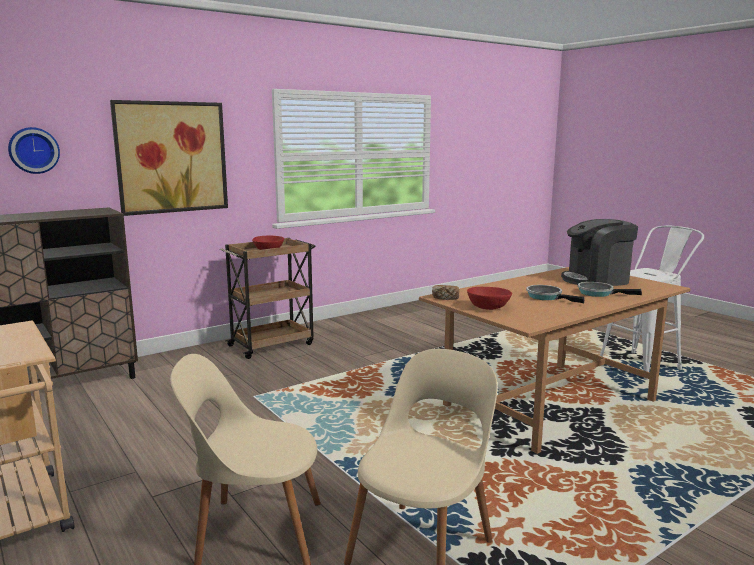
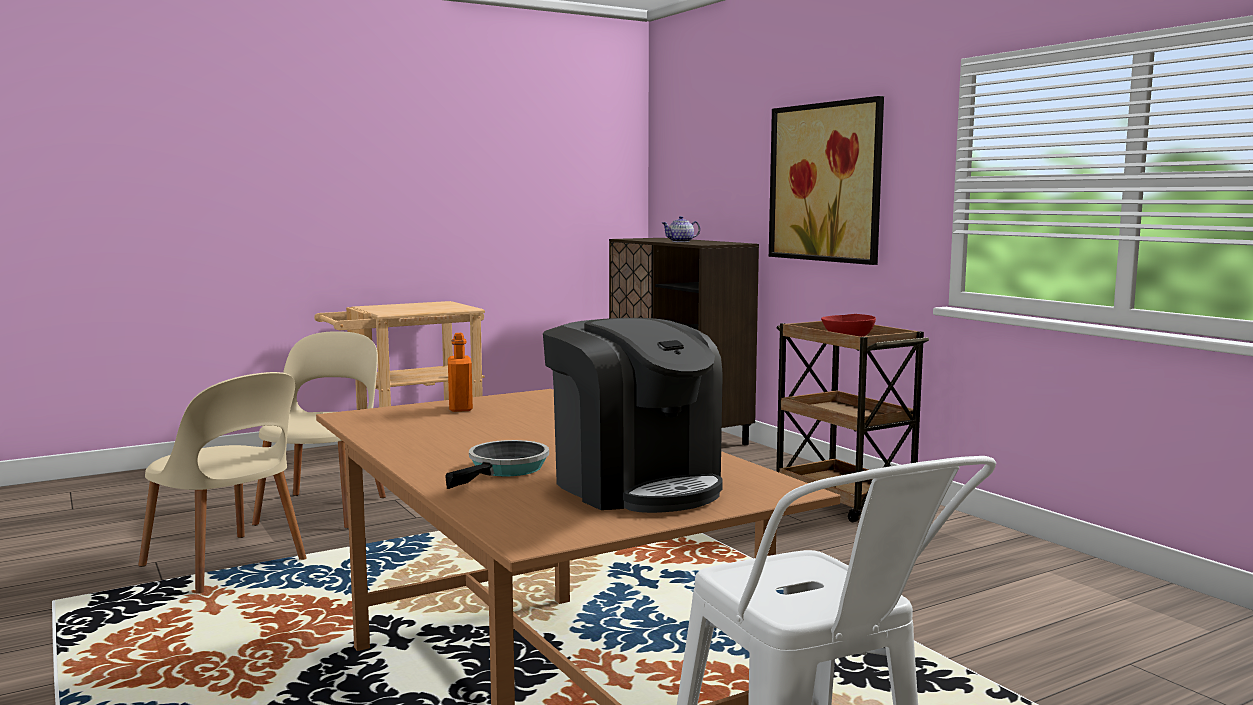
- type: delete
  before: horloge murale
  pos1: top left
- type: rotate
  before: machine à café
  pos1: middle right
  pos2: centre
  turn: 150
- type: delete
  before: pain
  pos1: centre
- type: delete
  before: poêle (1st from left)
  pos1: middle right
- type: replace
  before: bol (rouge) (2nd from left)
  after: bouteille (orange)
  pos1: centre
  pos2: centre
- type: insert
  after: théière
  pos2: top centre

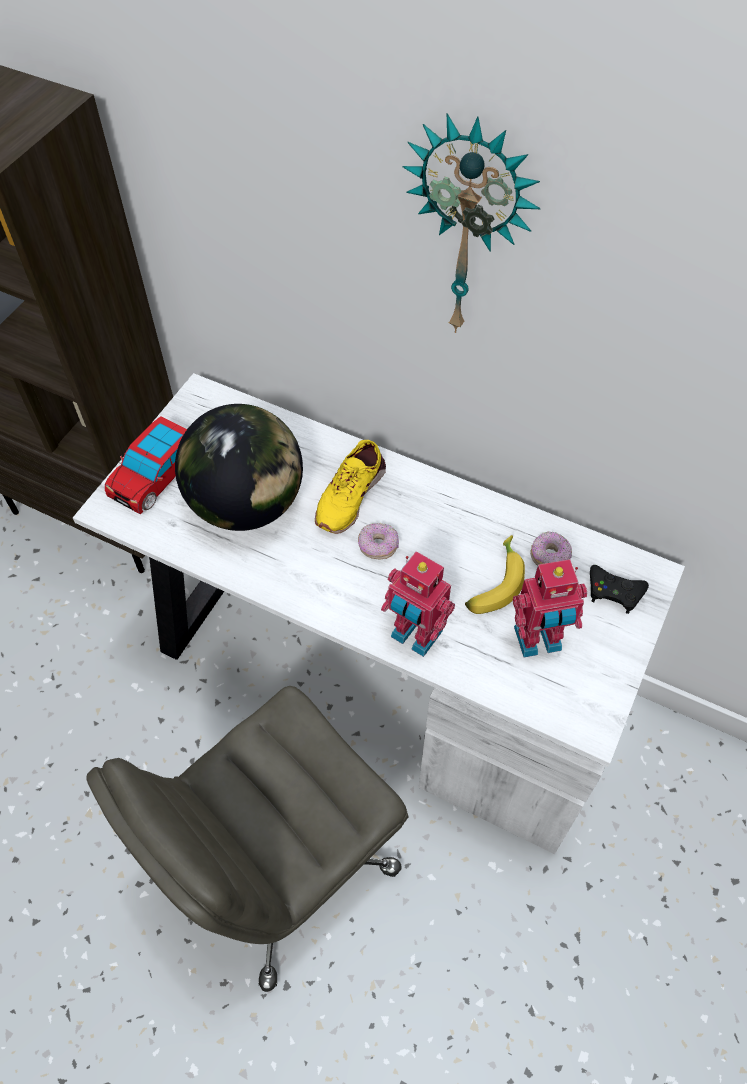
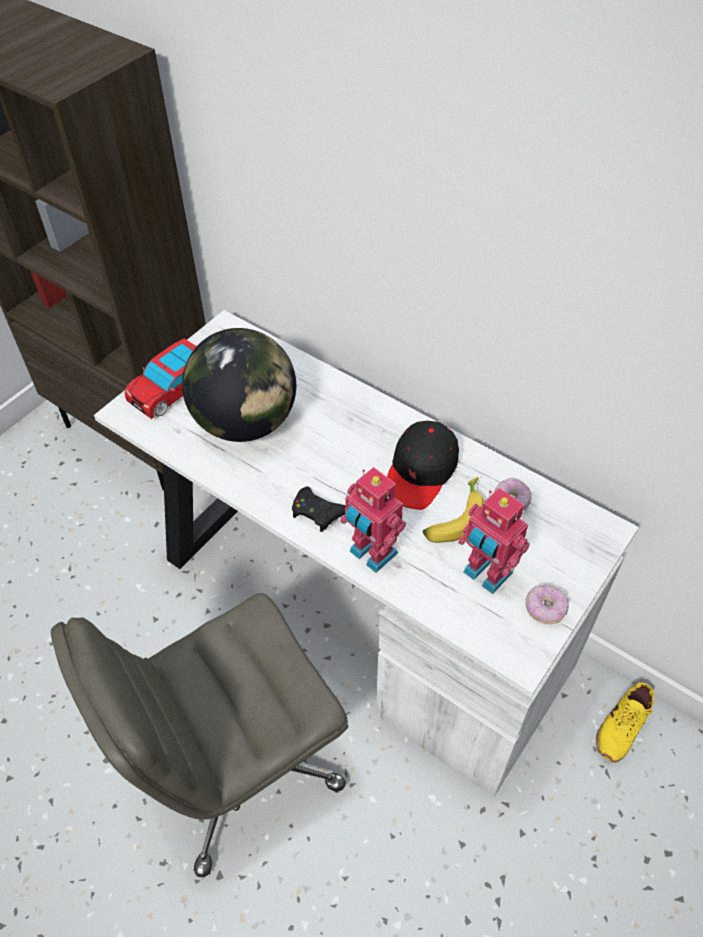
- type: delete
  before: horloge murale
  pos1: top centre
- type: move
  before: chaussure (jaune)
  pos1: centre
  pos2: bottom right
- type: move
  before: beignet (1st from left in the first image)
  after: beignet (2nd from left)
  pos1: centre
  pos2: middle right
- type: rotate
  before: robot jouet (2nd from left)
  pos1: middle right
  pos2: middle right
  turn: 45
- type: move
  before: manette (noir)
  pos1: middle right
  pos2: centre
- type: insert
  after: casquette (noir)
  pos2: centre

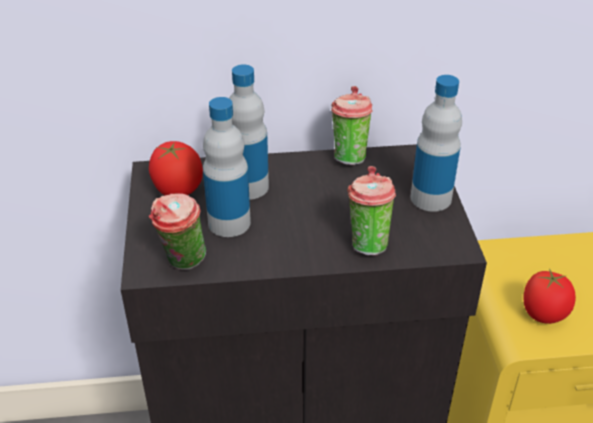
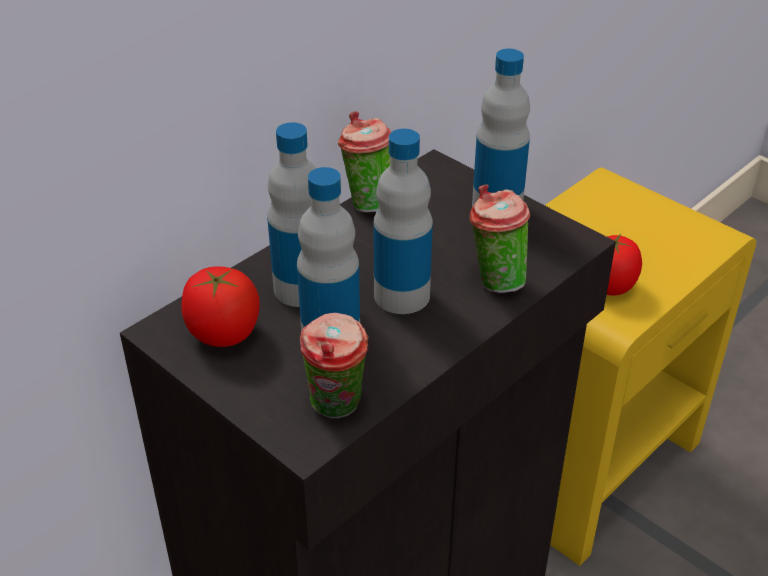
- type: insert
  after: bouteille (3rd from left)
  pos2: centre

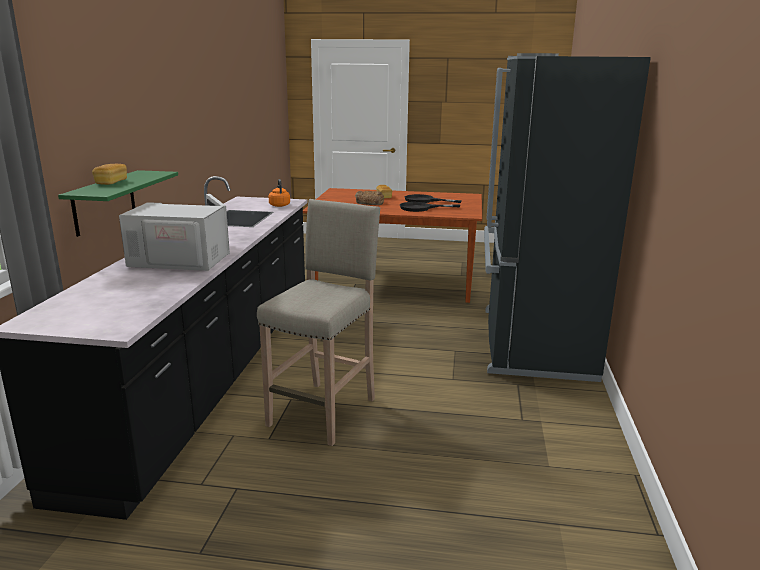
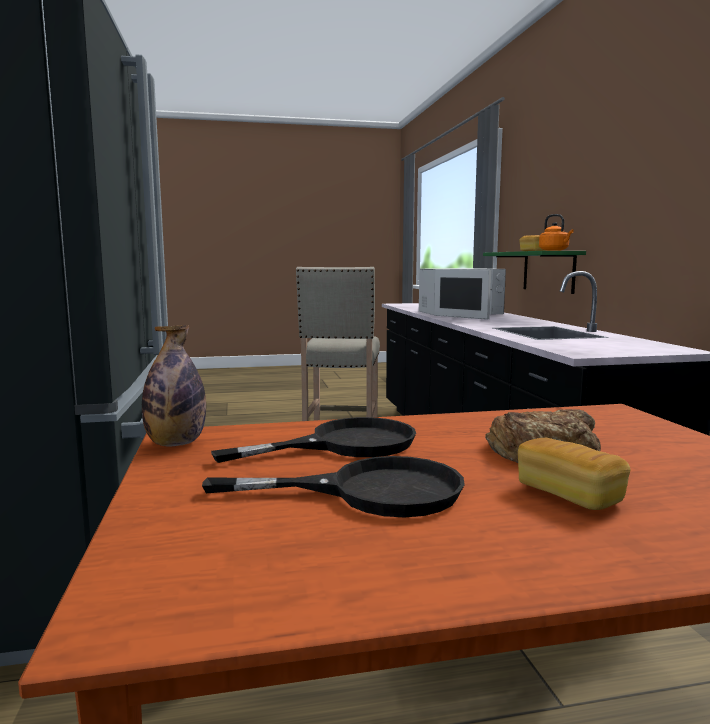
- type: move
  before: bouilloire (orange)
  pos1: centre
  pos2: top right
- type: insert
  after: bouteille
  pos2: middle left

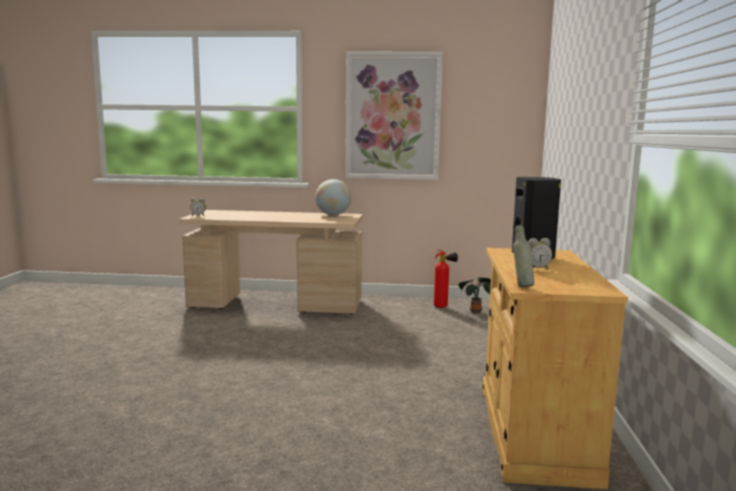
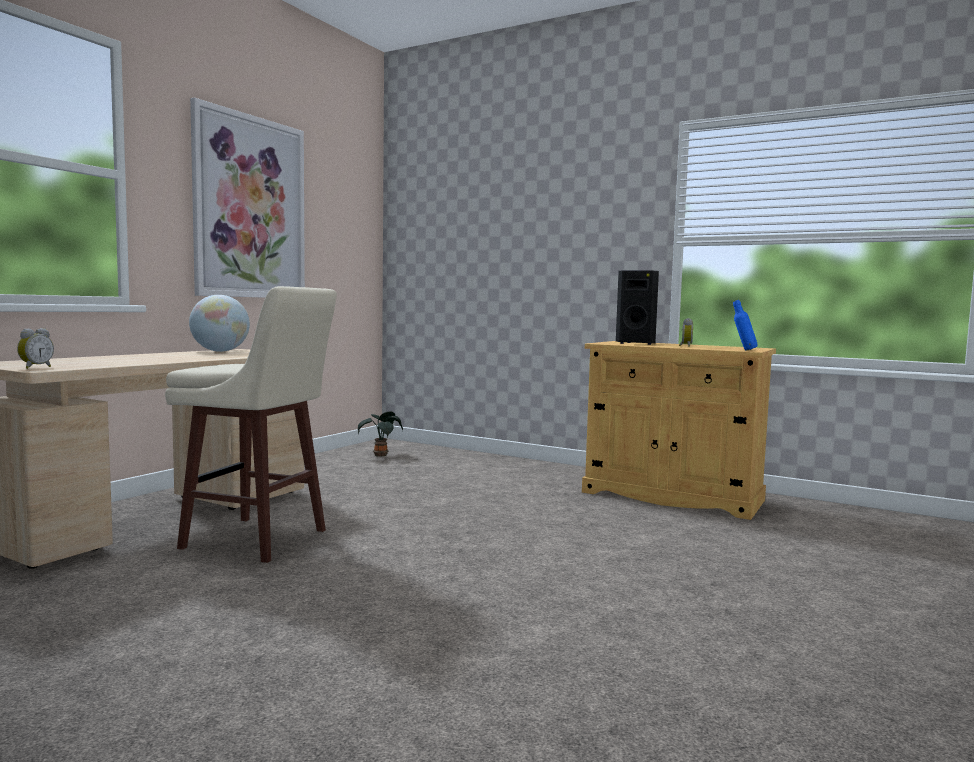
- type: recolor
  before: bouteille (gris)
  after: bouteille (bleu)
  pos1: middle right
  pos2: middle right
- type: delete
  before: extincteur
  pos1: centre
- type: insert
  after: tabouret (beige)
  pos2: middle left

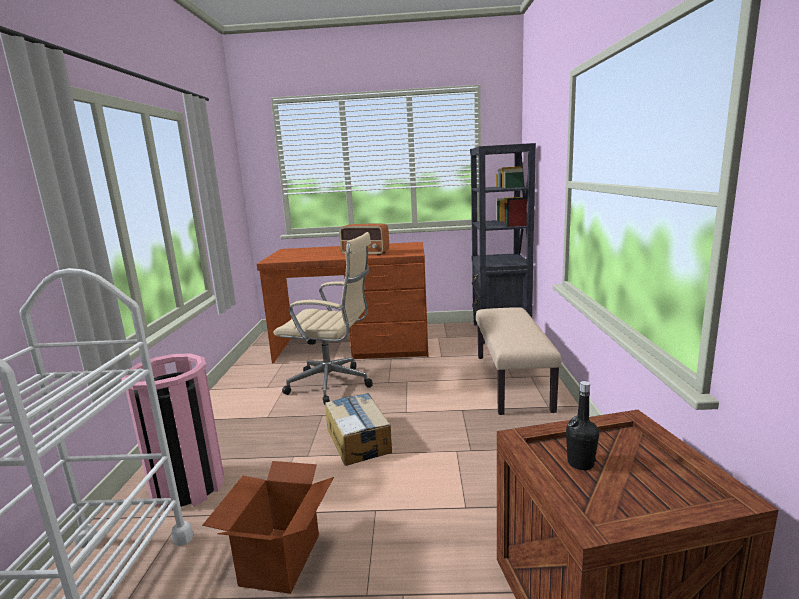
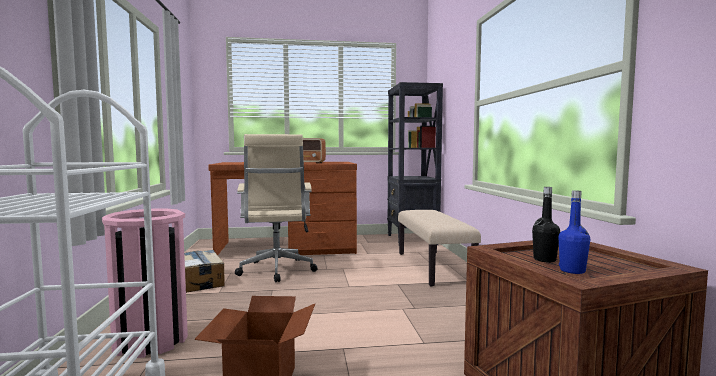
- type: rotate
  before: chaise de bureau (beige)
  pos1: centre
  pos2: centre
  turn: 75
- type: move
  before: carton (2nd from left in the first image)
  after: carton (1st from left)
  pos1: bottom centre
  pos2: bottom left
- type: insert
  after: bouteille (bleu)
  pos2: middle right

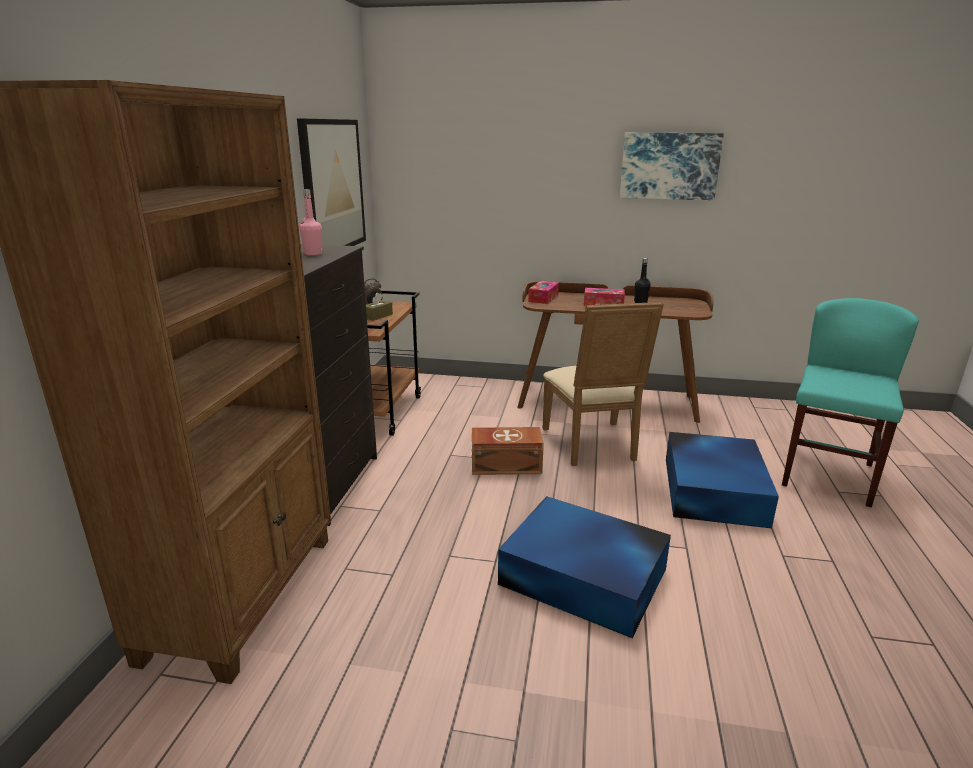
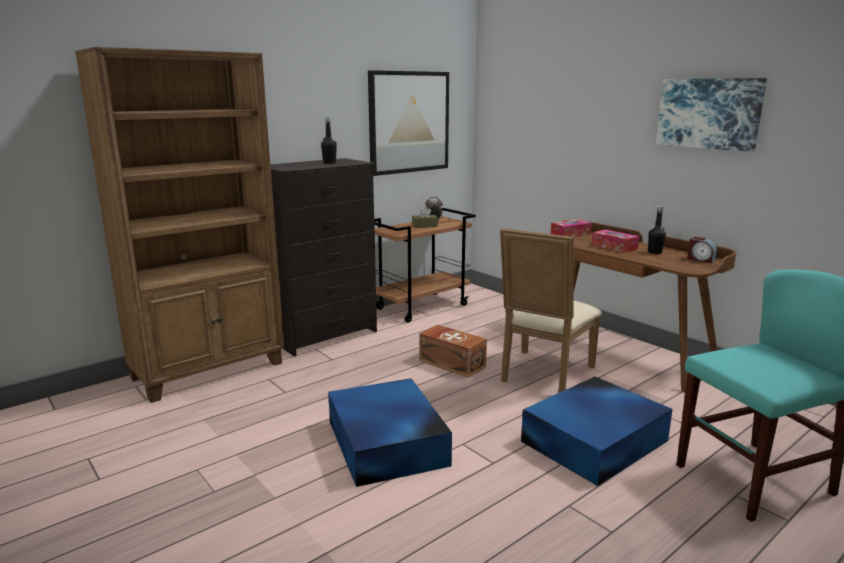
- type: recolor
  before: bouteille (rose)
  after: bouteille (noir) (1st from left)
  pos1: top left
  pos2: top centre
- type: insert
  after: réveil (2nd from left)
  pos2: middle right

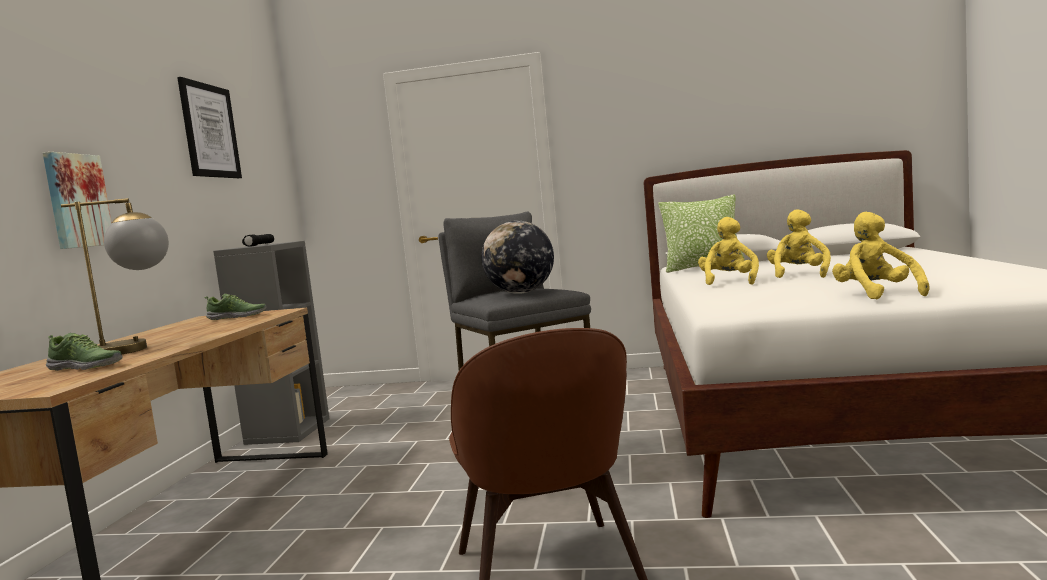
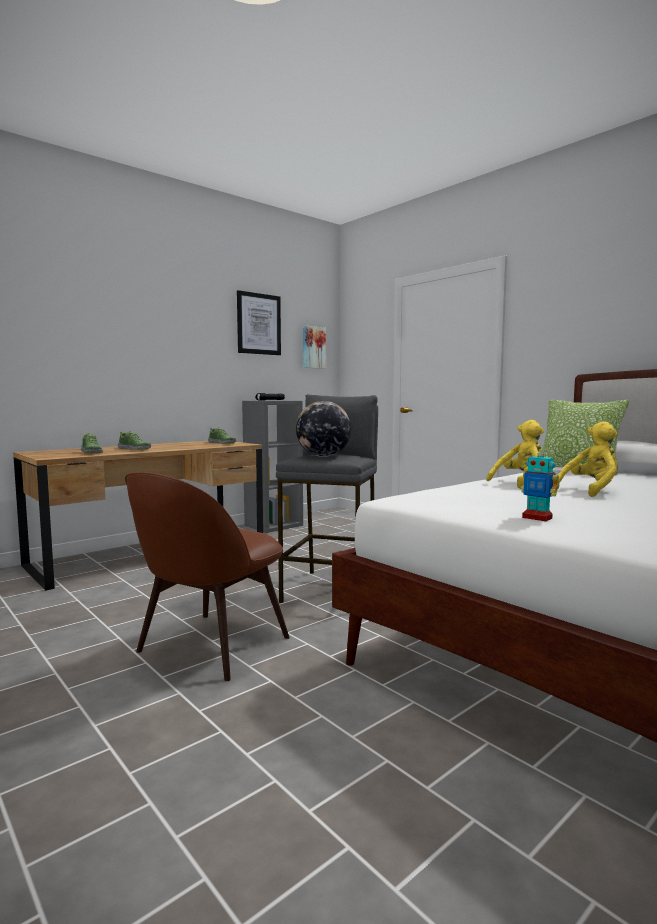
- type: move
  before: tableau (1st from left in the first image)
  after: tableau (2nd from left)
  pos1: middle left
  pos2: centre
- type: replace
  before: lampe de table
  after: chaussure (2nd from left)
  pos1: middle left
  pos2: middle left
- type: replace
  before: peluche (jaune) (3rd from left)
  after: robot jouet
  pos1: middle right
  pos2: middle right

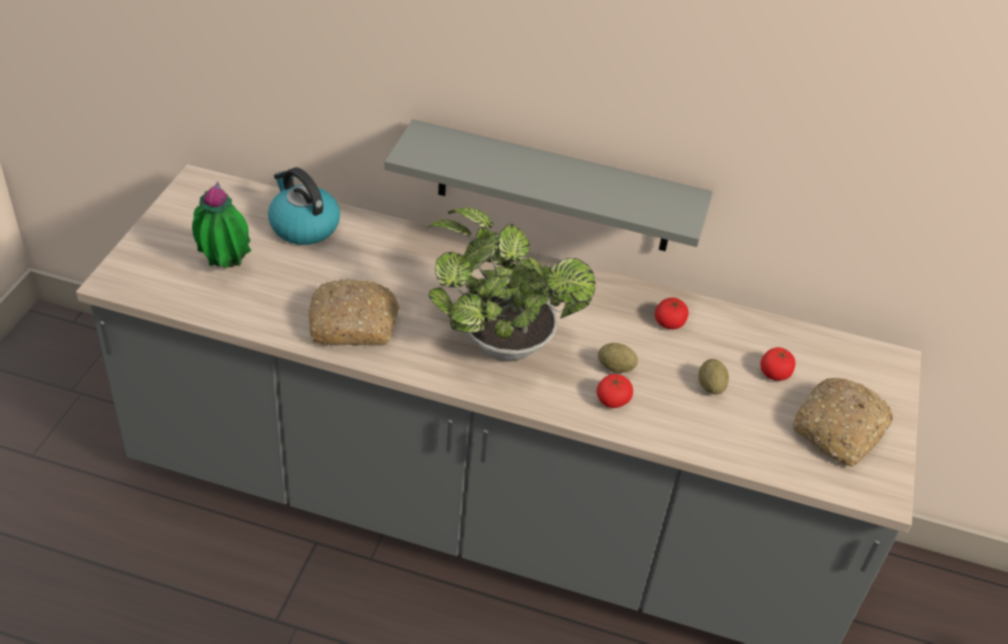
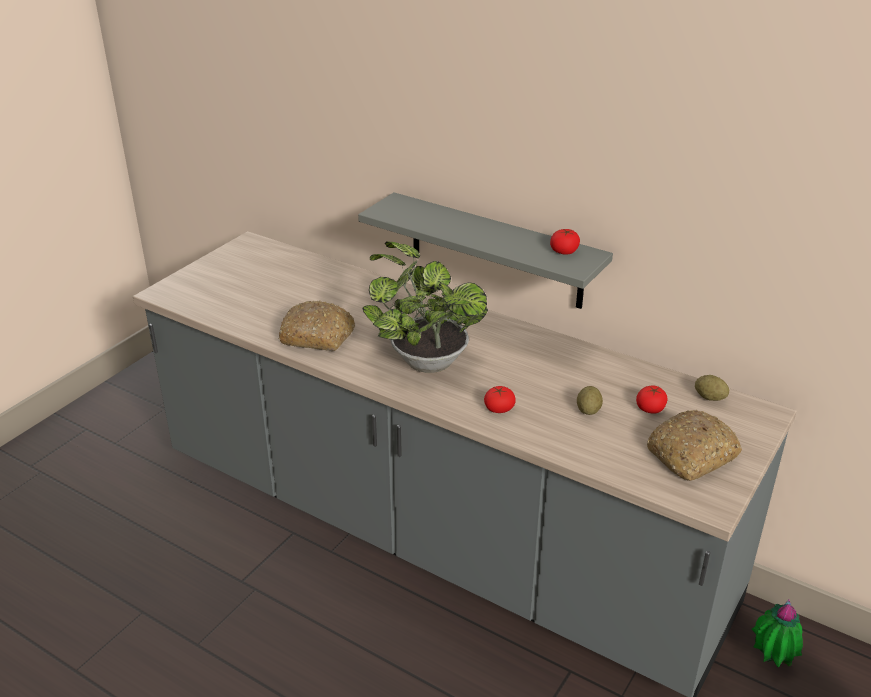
- type: delete
  before: bouilloire
  pos1: top left
- type: move
  before: plante en pot (1st from left in the first image)
  after: plante en pot (2nd from left)
  pos1: middle left
  pos2: bottom right
- type: move
  before: tomate (2nd from left)
  pos1: middle right
  pos2: centre
- type: move
  before: pomme de terre (1st from left in the first image)
  after: pomme de terre (2nd from left)
  pos1: centre
  pos2: middle right

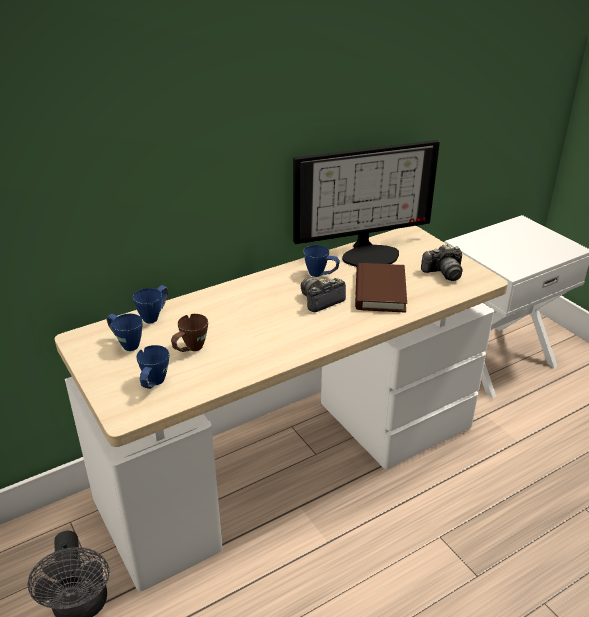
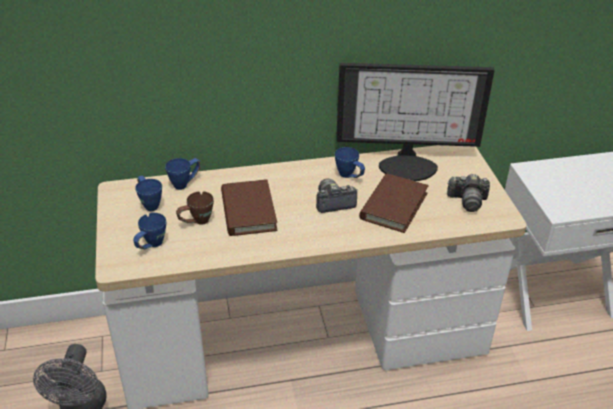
- type: insert
  after: livre (marron) (1st from left)
  pos2: centre

